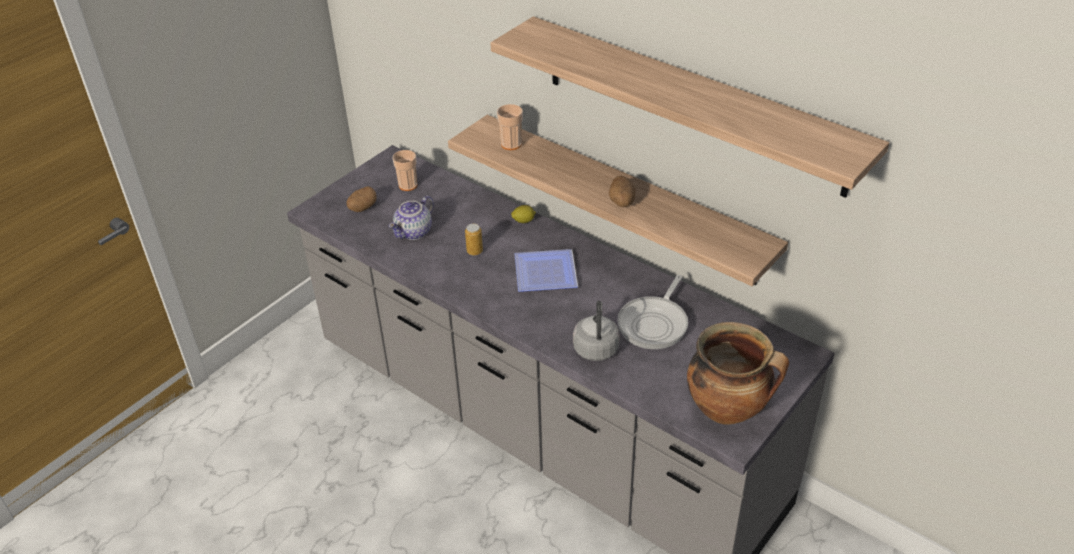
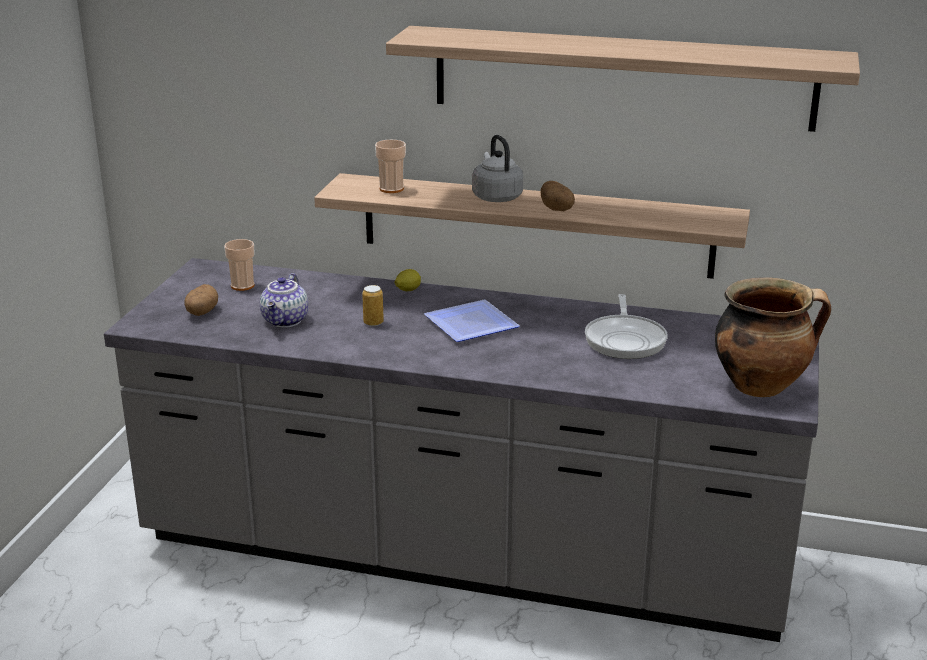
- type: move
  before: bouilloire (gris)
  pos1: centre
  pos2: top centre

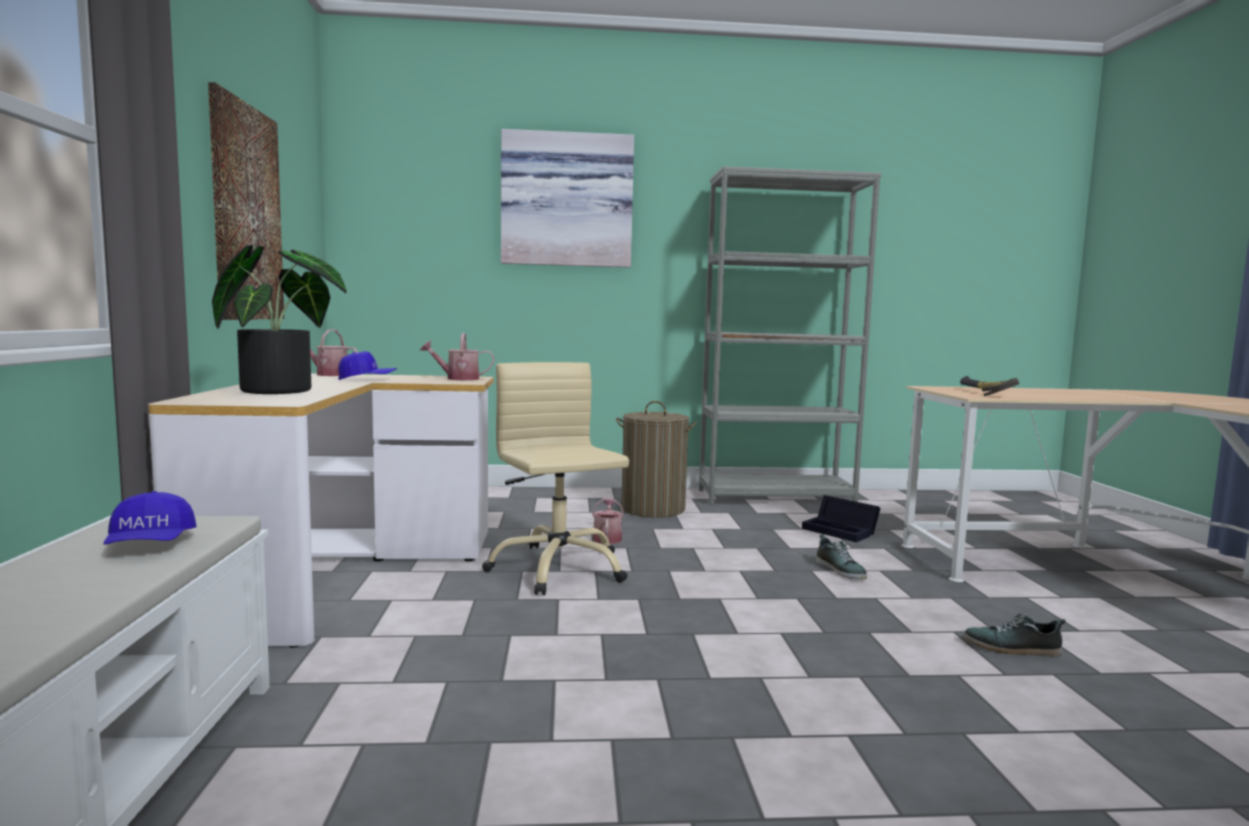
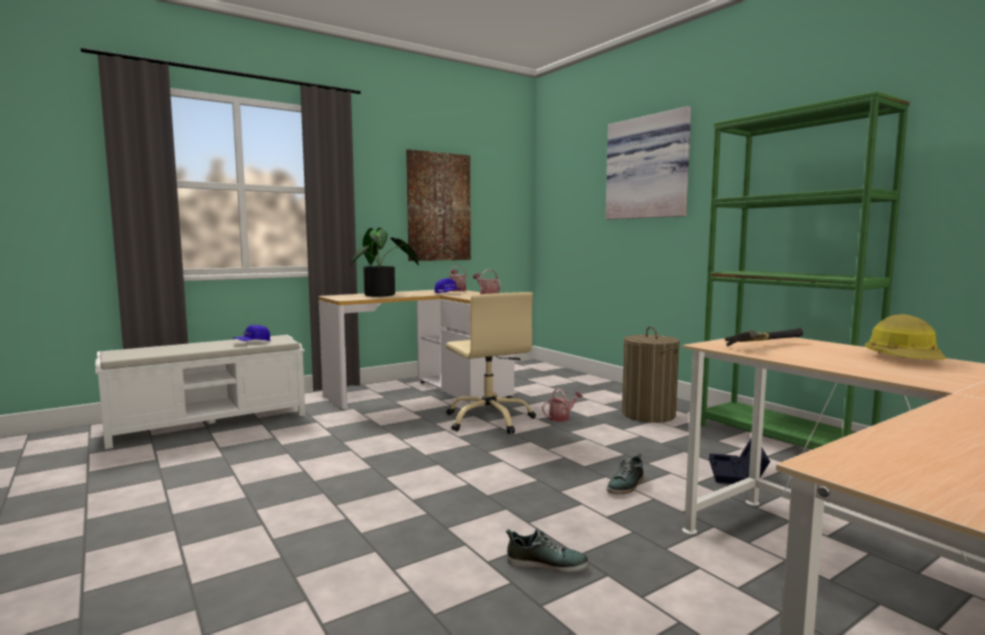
- type: recolor
  before: bibliothèque (gris)
  after: bibliothèque (vert)
  pos1: centre
  pos2: middle right
- type: rotate
  before: chaise de bureau (beige)
  pos1: centre
  pos2: centre
  turn: 120
- type: rotate
  before: chaussure (2nd from left in the first image)
  pos1: bottom right
  pos2: bottom centre
  turn: 120
- type: insert
  after: casque de chantier
  pos2: middle right

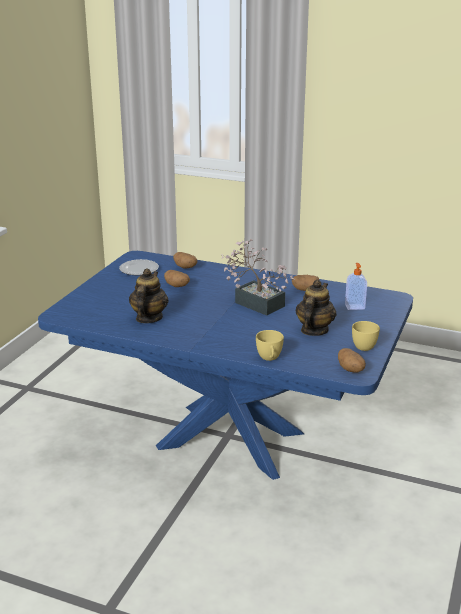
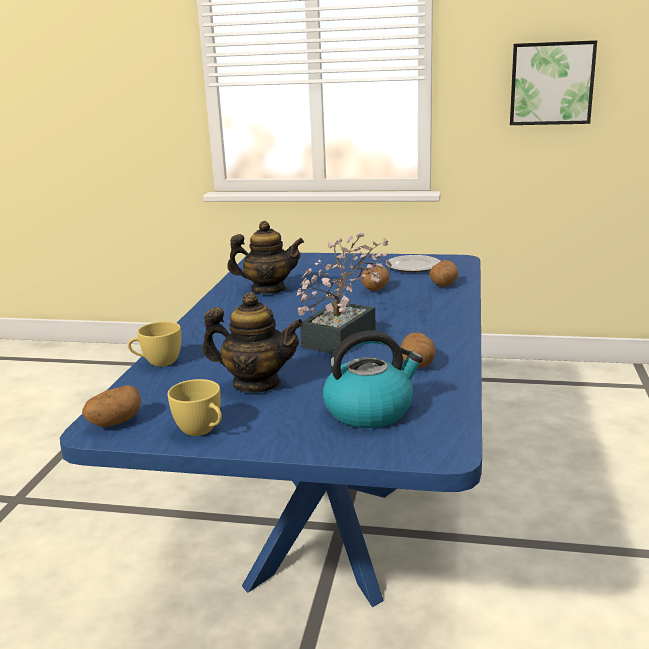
- type: replace
  before: distributeur de savon
  after: bouilloire
  pos1: middle right
  pos2: centre
- type: insert
  after: tableau
  pos2: top right

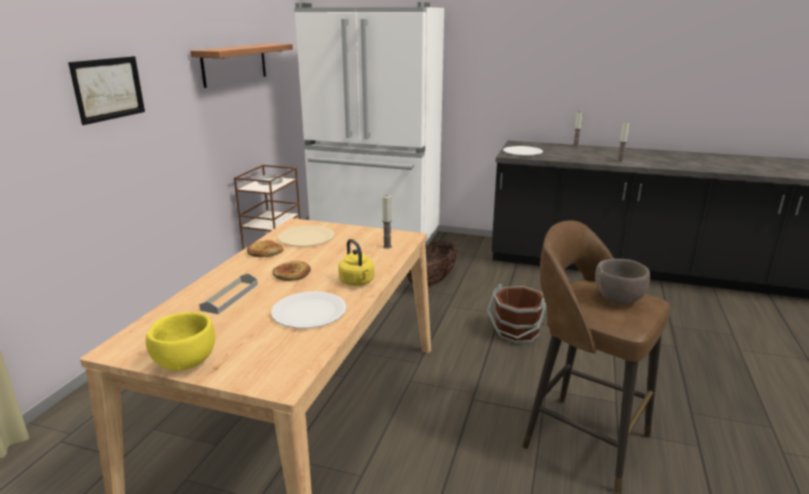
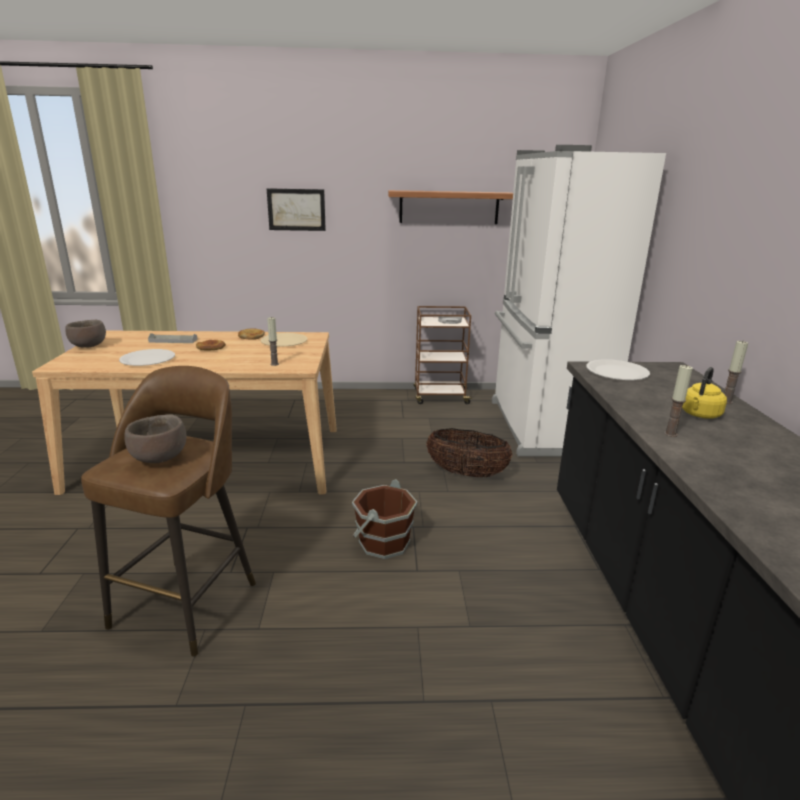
- type: move
  before: bouilloire (jaune)
  pos1: centre
  pos2: middle right
- type: recolor
  before: bol (jaune)
  after: bol (marron) (1st from left)
  pos1: bottom left
  pos2: middle left

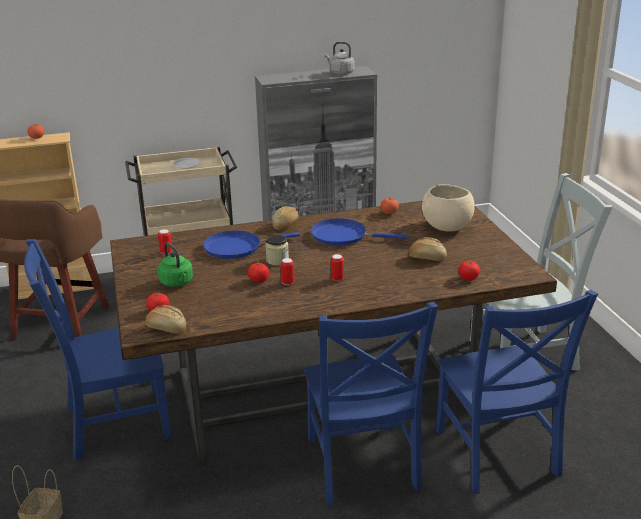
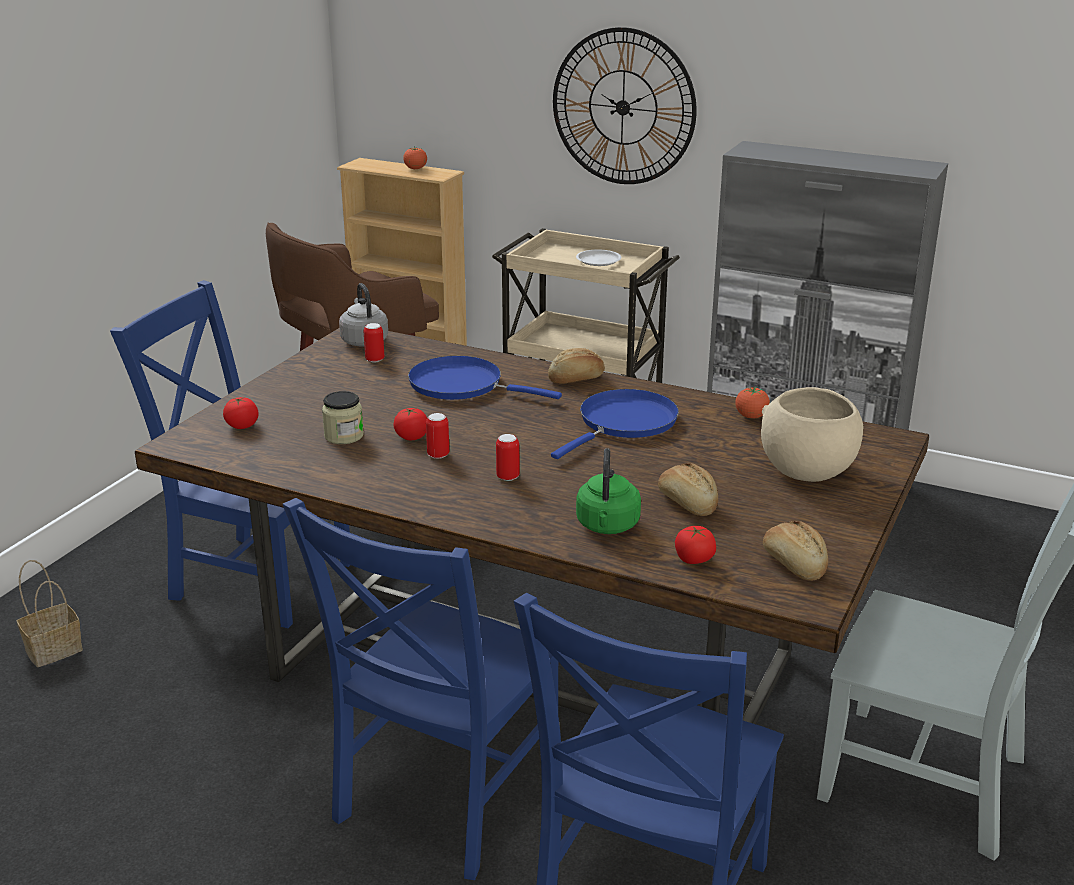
- type: move
  before: bouilloire (gris)
  pos1: top centre
  pos2: centre
- type: rotate
  before: poêle (bleu) (2nd from left)
  pos1: centre
  pos2: centre
  turn: 75
- type: move
  before: bocal
  pos1: centre
  pos2: middle left
- type: move
  before: bouilloire (vert)
  pos1: middle left
  pos2: centre
- type: move
  before: pain (1st from left in the first image)
  after: pain (3rd from left)
  pos1: middle left
  pos2: middle right
- type: insert
  after: horloge murale
  pos2: top centre

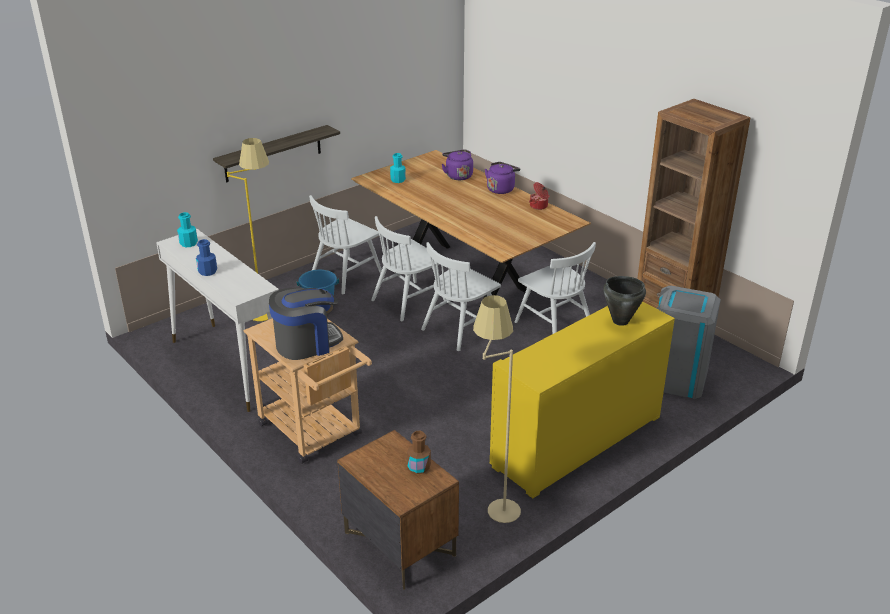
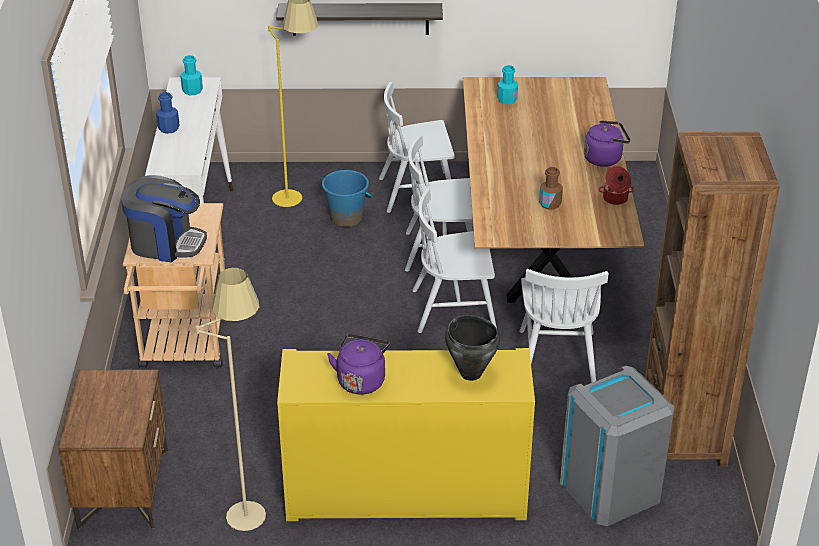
- type: move
  before: bouilloire (violet) (1st from left)
  pos1: top centre
  pos2: bottom centre
- type: move
  before: bouteille (marron)
  pos1: bottom centre
  pos2: middle right

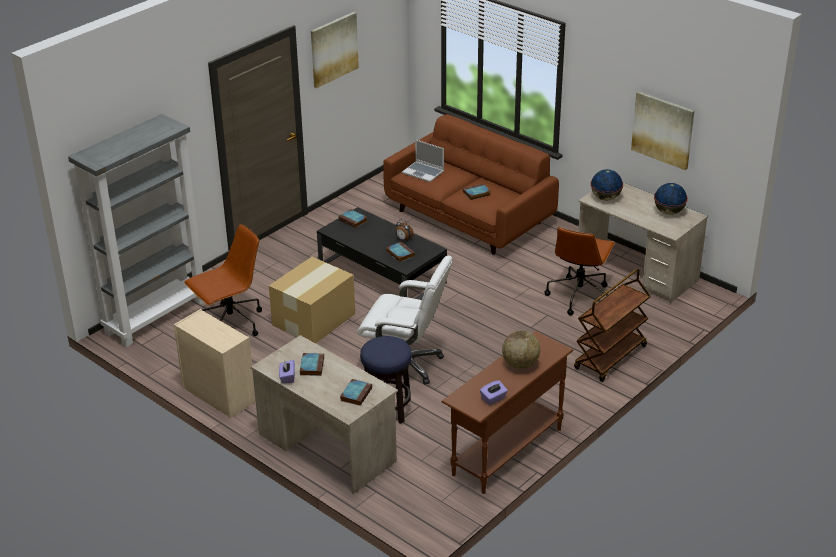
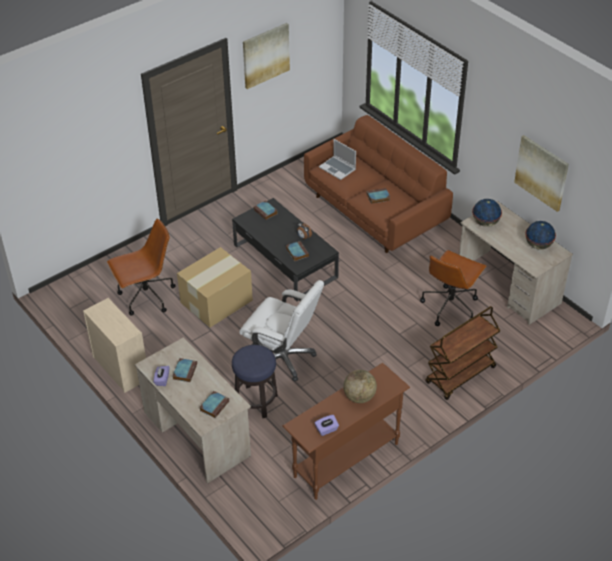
- type: delete
  before: bibliothèque (gris)
  pos1: middle left

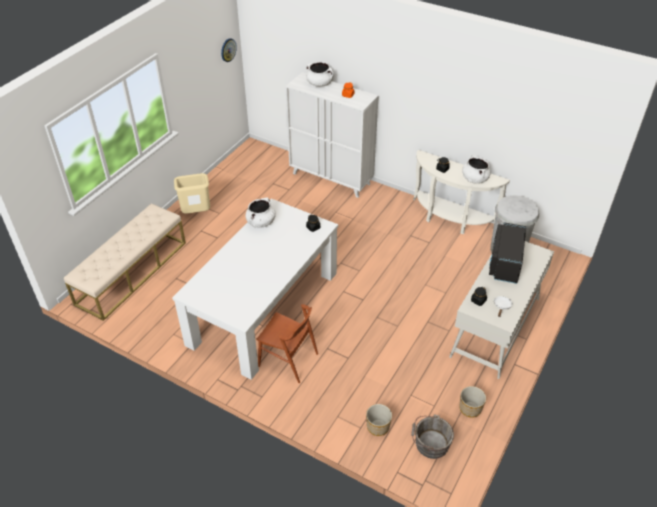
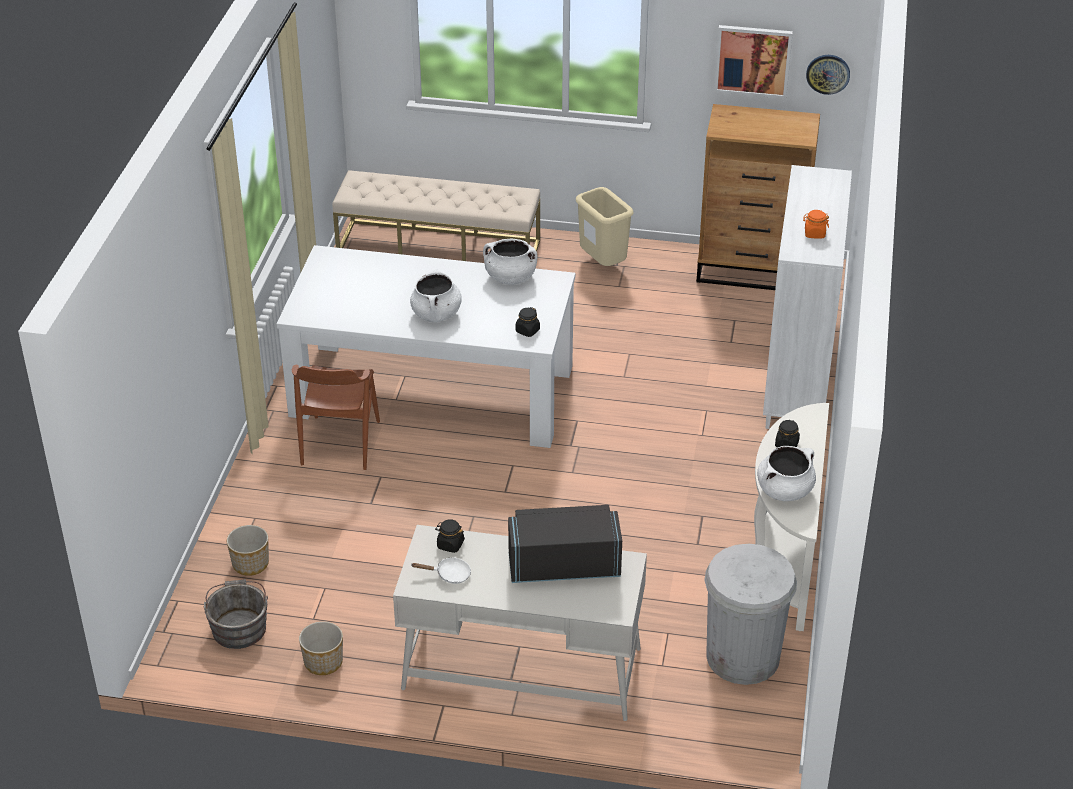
- type: move
  before: marmite (blanc) (2nd from left in the first image)
  after: marmite (blanc) (1st from left)
  pos1: top centre
  pos2: centre
- type: insert
  after: tableau
  pos2: top right
- type: insert
  after: commode (marron)
  pos2: top right

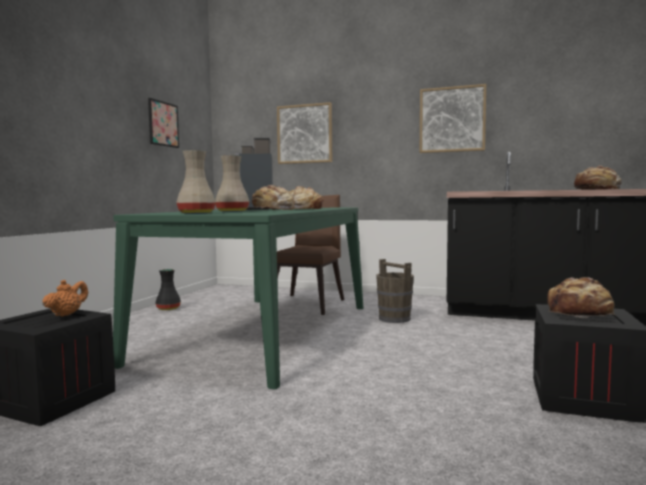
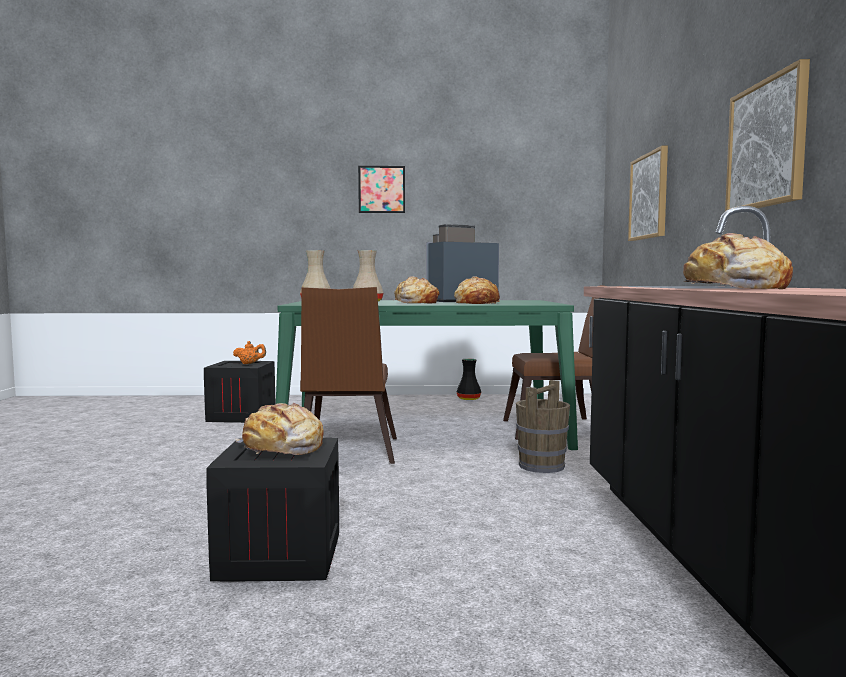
- type: move
  before: tableau (1st from left)
  pos1: top left
  pos2: top centre
- type: insert
  after: chaise (marron) (1st from left)
  pos2: centre

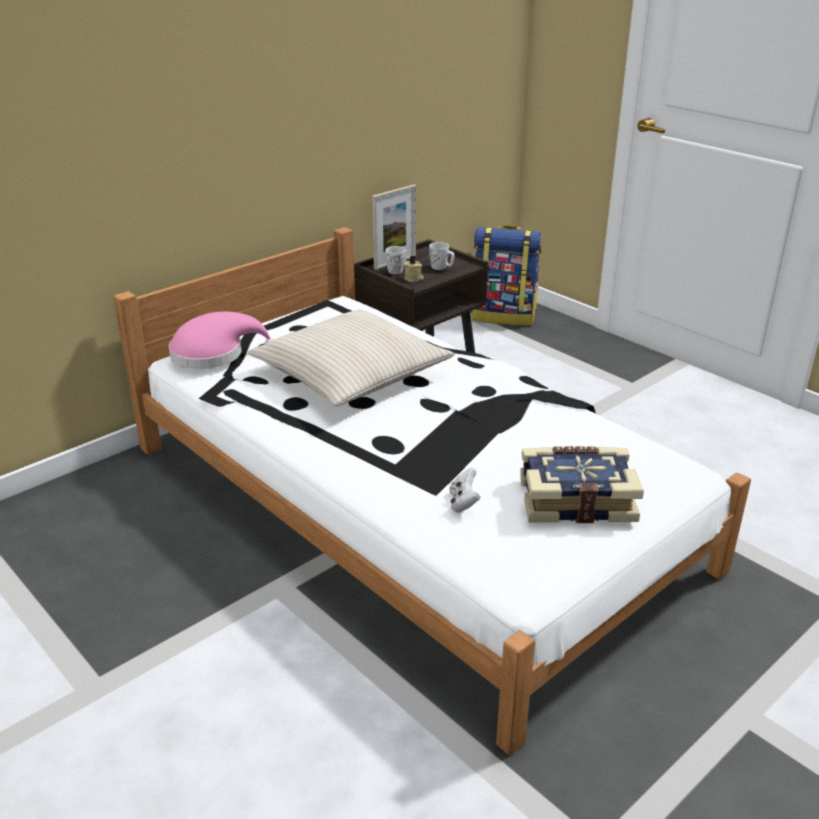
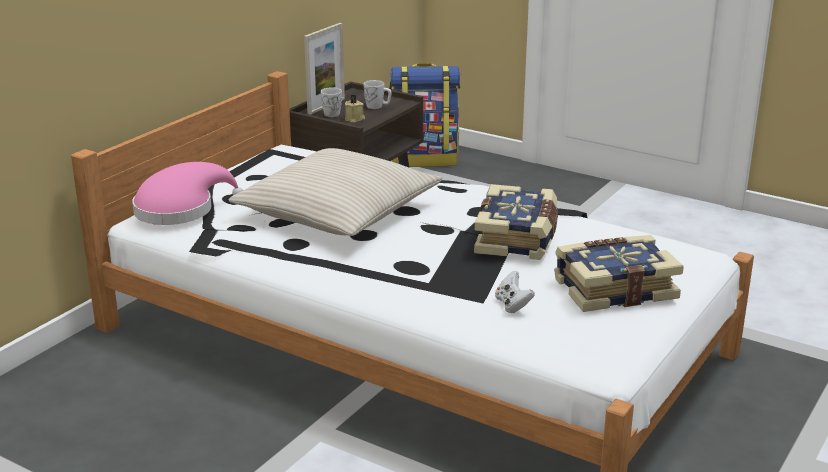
- type: insert
  after: livre (1st from left)
  pos2: centre

